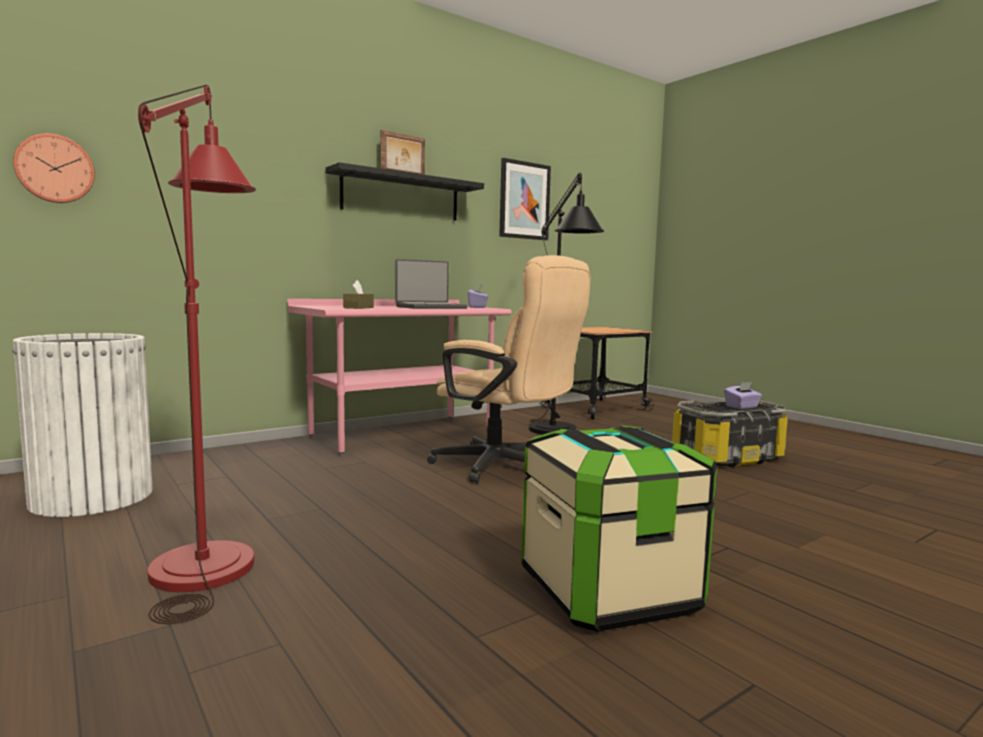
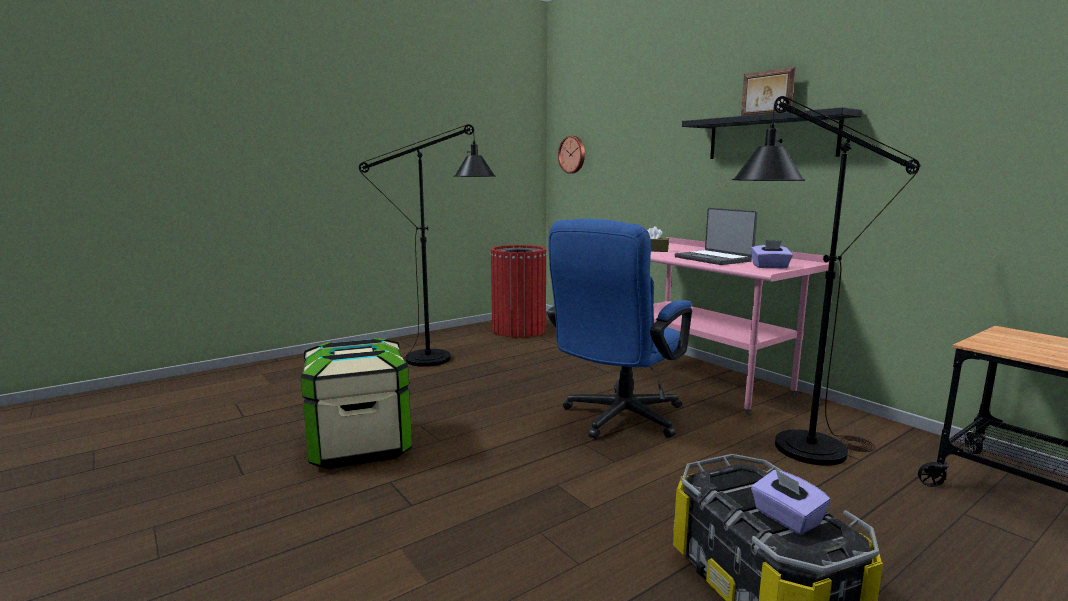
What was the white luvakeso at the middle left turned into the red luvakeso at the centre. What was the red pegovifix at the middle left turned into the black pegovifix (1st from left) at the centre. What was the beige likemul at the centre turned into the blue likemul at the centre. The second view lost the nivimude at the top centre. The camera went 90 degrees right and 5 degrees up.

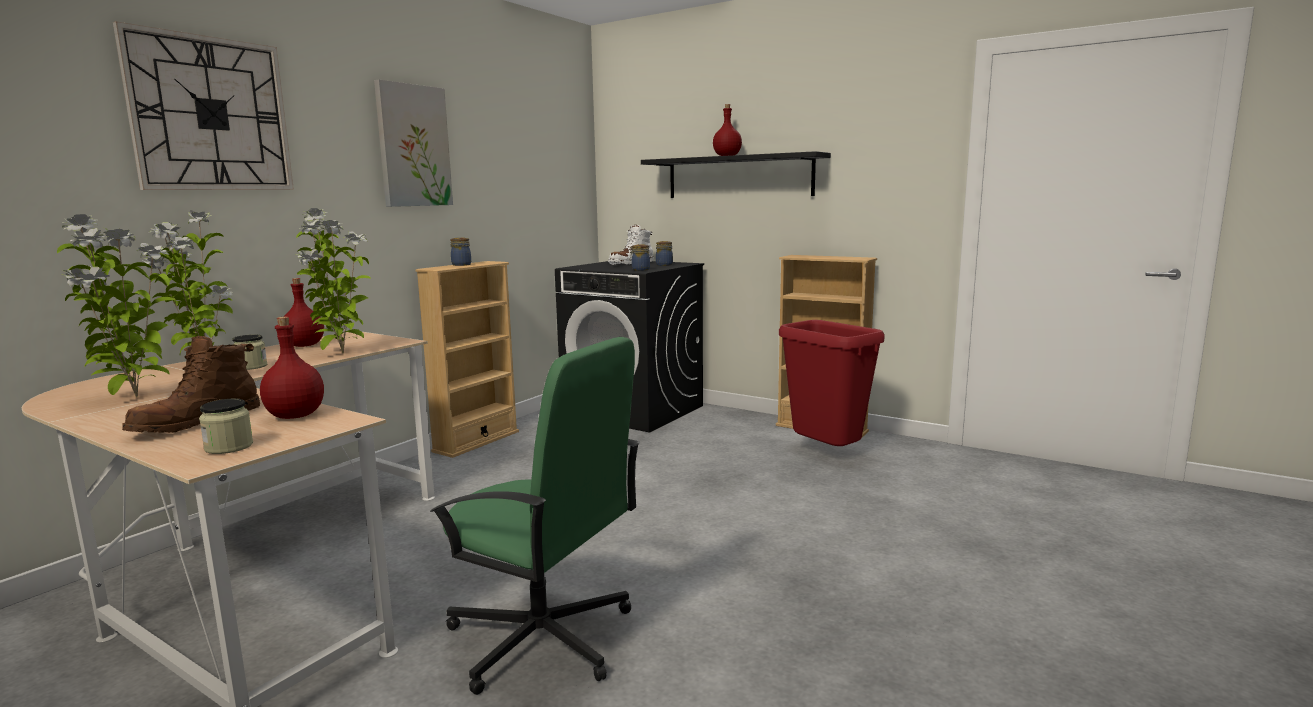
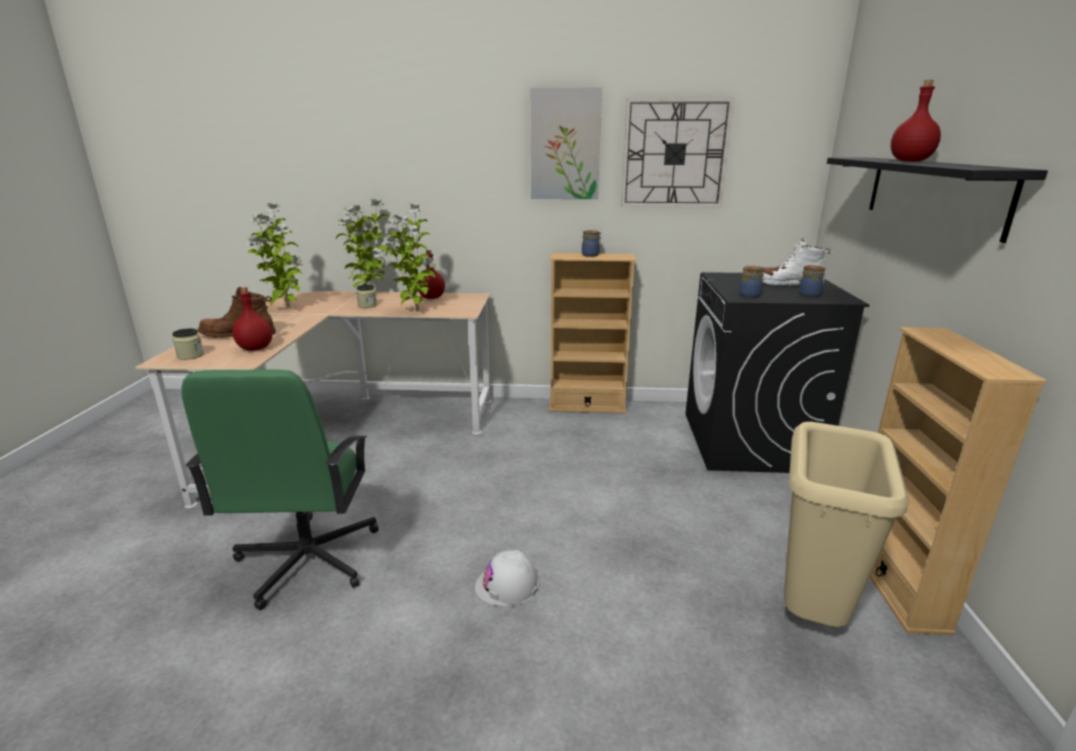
The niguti ended up elsewhere, having gone from the top left to the top centre. What was the red luvakeso at the centre turned into the beige luvakeso at the bottom right. The second view gained the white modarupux at the bottom centre. The camera went 60 degrees right and 10 degrees up.

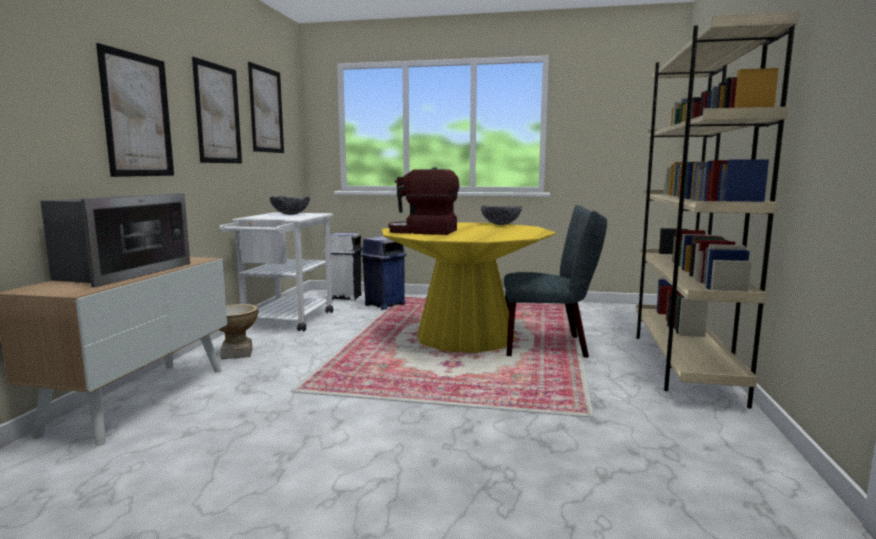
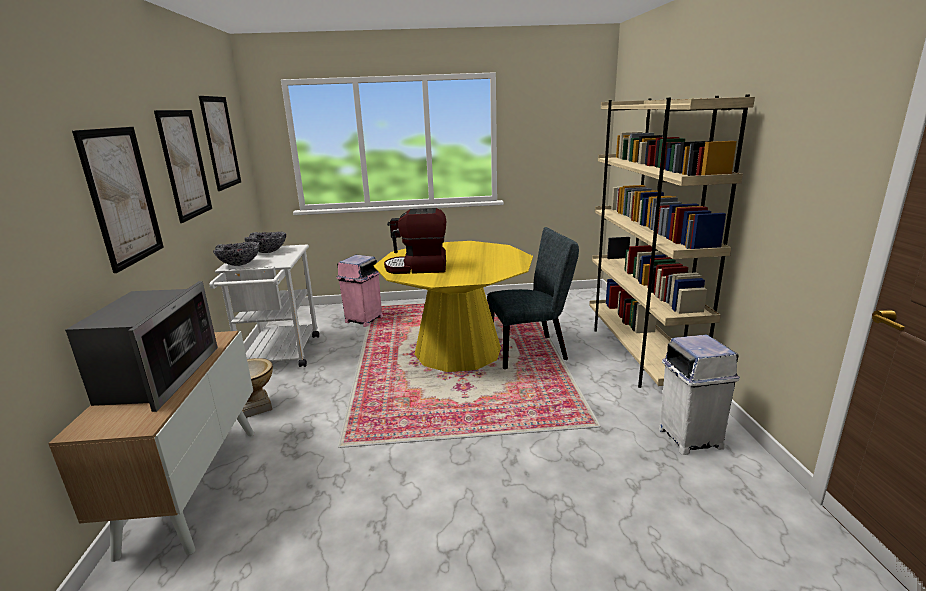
The white luvakeso ended up elsewhere, having gone from the centre to the bottom right. What was the blue luvakeso at the centre turned into the pink luvakeso at the centre. The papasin (2nd from left in the first image) ended up elsewhere, having gone from the centre to the middle left. The camera went 15 degrees left and 10 degrees up.

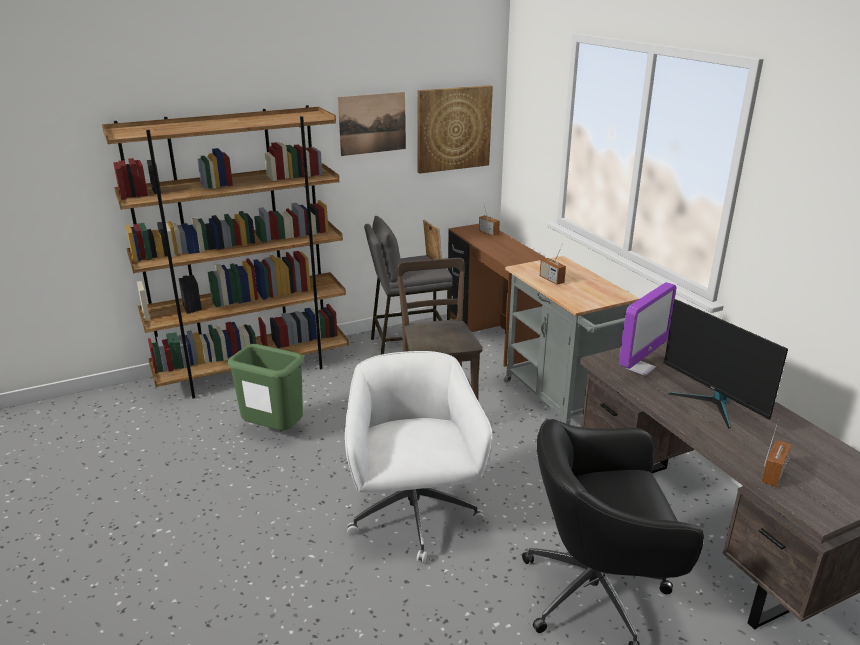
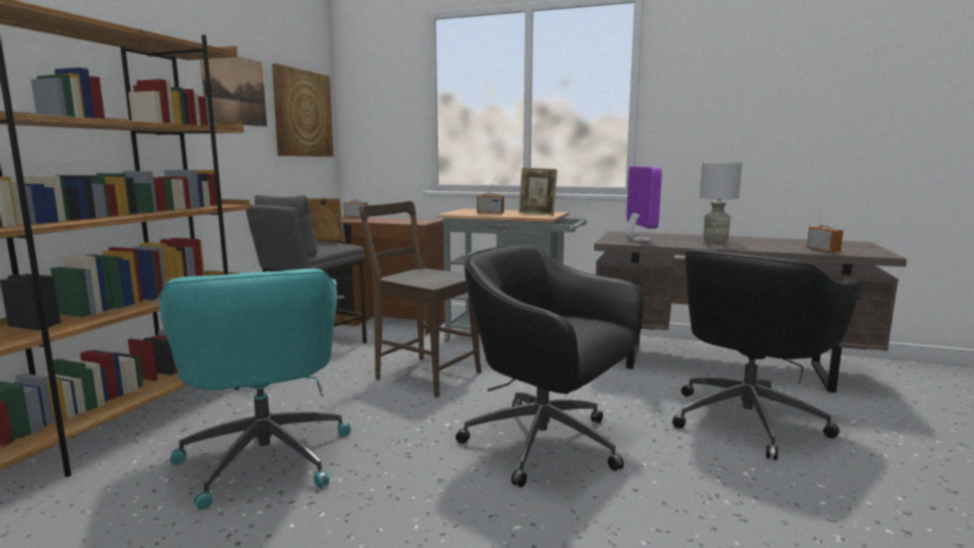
Where the green luvakeso stood at the middle left, the turquoise likemul came to stand at the bottom left. What was the white likemul at the bottom centre turned into the black likemul (1st from left) at the bottom centre. Where the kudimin (2nd from left) stood at the middle right, the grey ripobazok came to stand at the middle right. The second view gained the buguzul (2nd from left) at the centre. The camera went 45 degrees left and 15 degrees down.

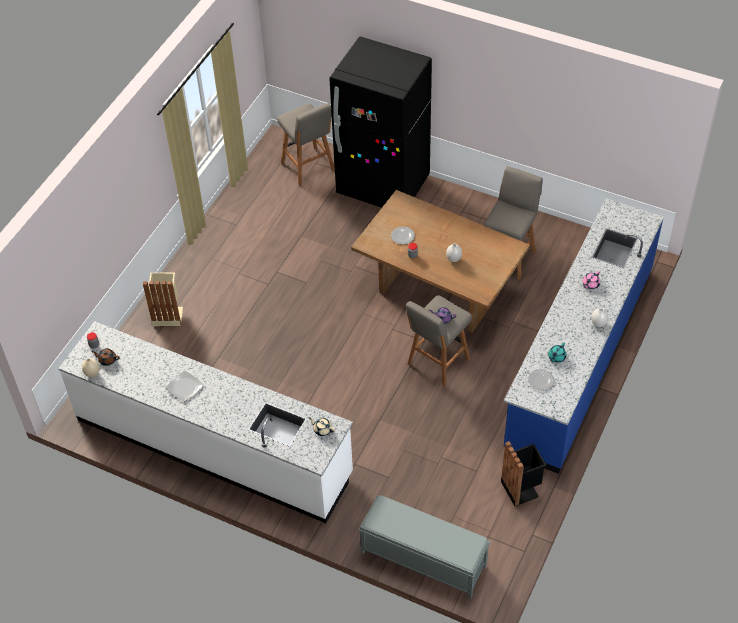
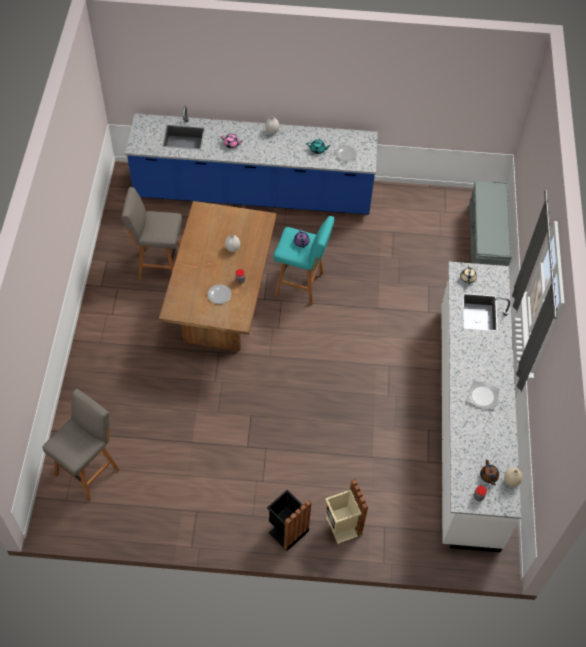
The second view lost the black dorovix at the top centre. What was the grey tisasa (2nd from left) at the centre turned into the turquoise tisasa at the centre. The black luvakeso ended up elsewhere, having gone from the bottom right to the bottom centre. The camera went 115 degrees left and 5 degrees up.

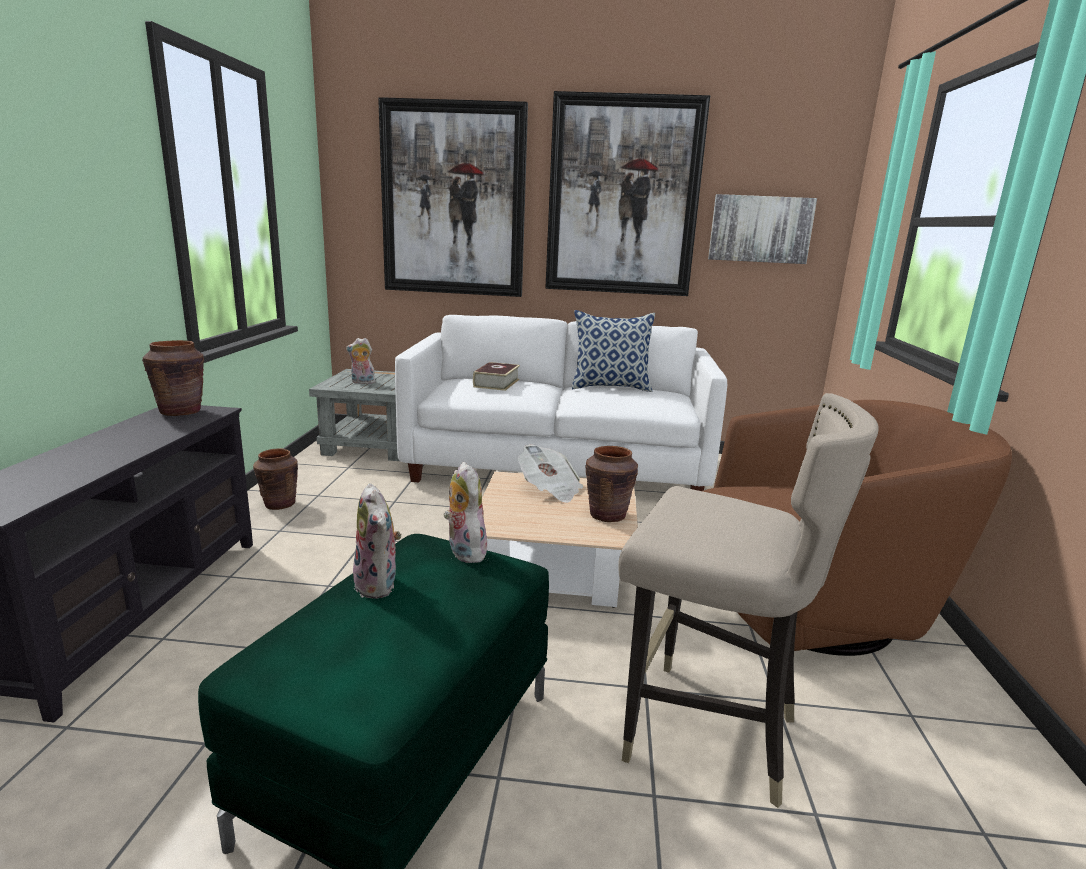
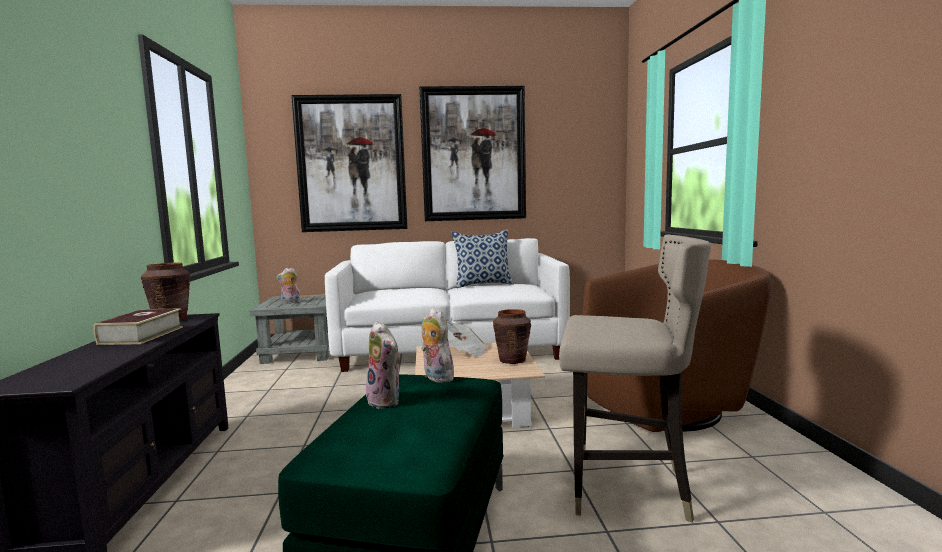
The second view lost the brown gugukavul (2nd from left) at the middle left. The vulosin ended up elsewhere, having gone from the centre to the middle left. The second view lost the nivimude (3rd from left) at the top right. The camera went 10 degrees left and 10 degrees down.

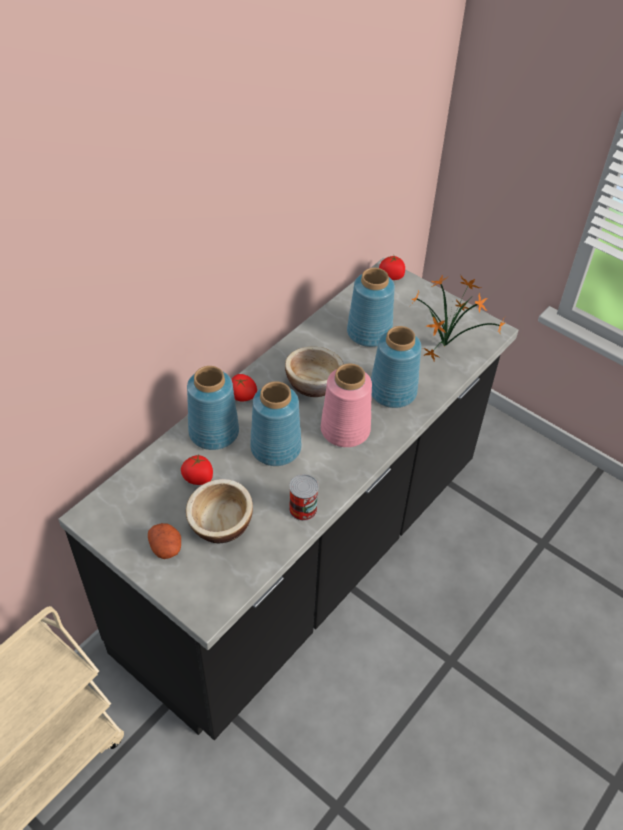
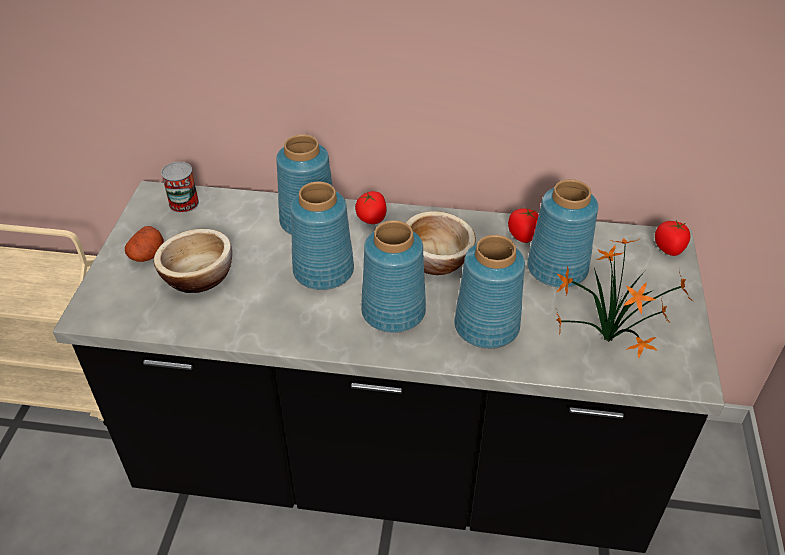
The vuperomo (1st from left in the first image) ended up elsewhere, having gone from the middle left to the centre. The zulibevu ended up elsewhere, having gone from the centre to the middle left. What was the pink gugukavul at the centre turned into the blue gugukavul (3rd from left) at the centre. The camera went 60 degrees right and 5 degrees down.

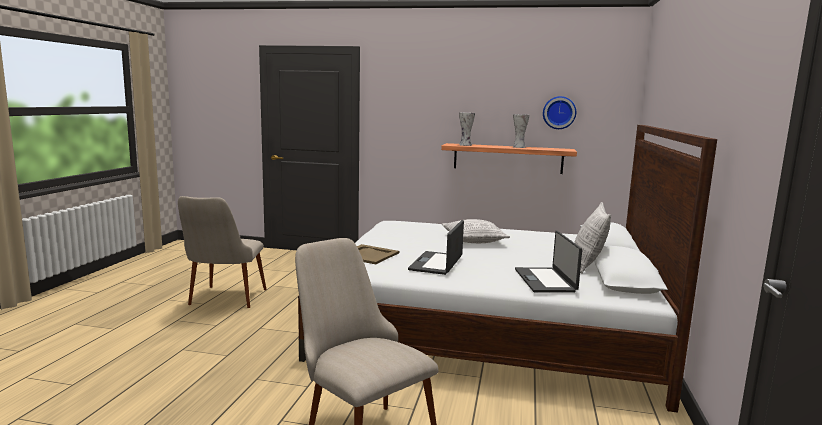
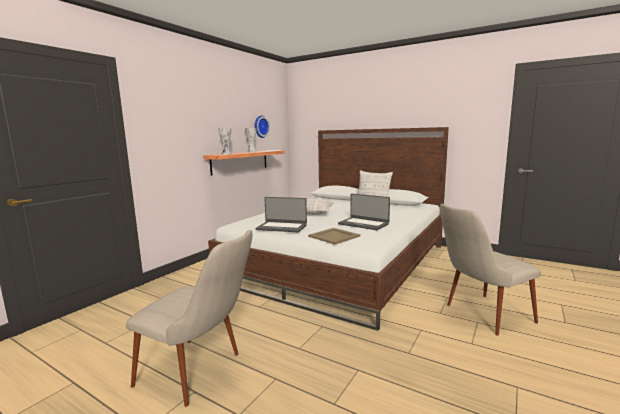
The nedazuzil (2nd from left in the first image) ended up elsewhere, having gone from the middle right to the centre. The camera went 70 degrees left and 0 degrees up.

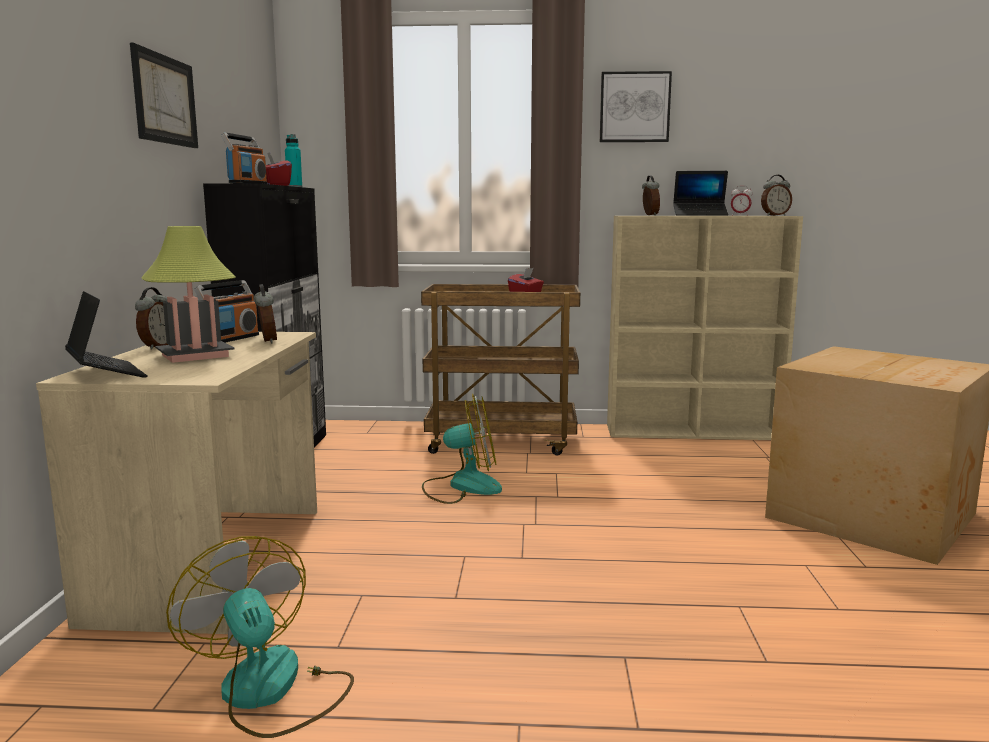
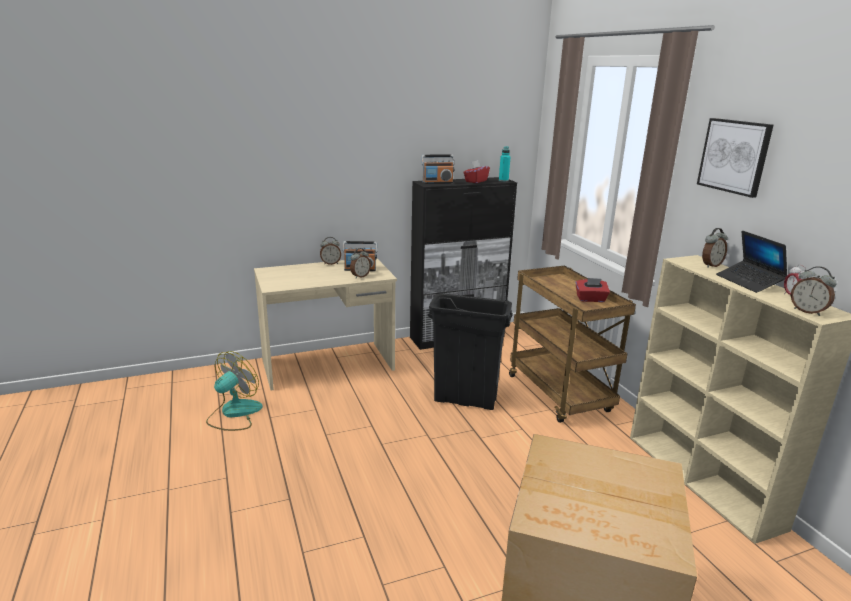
The second view lost the nedazuzil (1st from left) at the middle left. The second view lost the nivimude (1st from left) at the top left. The second view lost the ripobazok at the middle left. Where the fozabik (2nd from left) stood at the centre, the black luvakeso came to stand at the centre. The camera went 65 degrees right and 10 degrees up.

